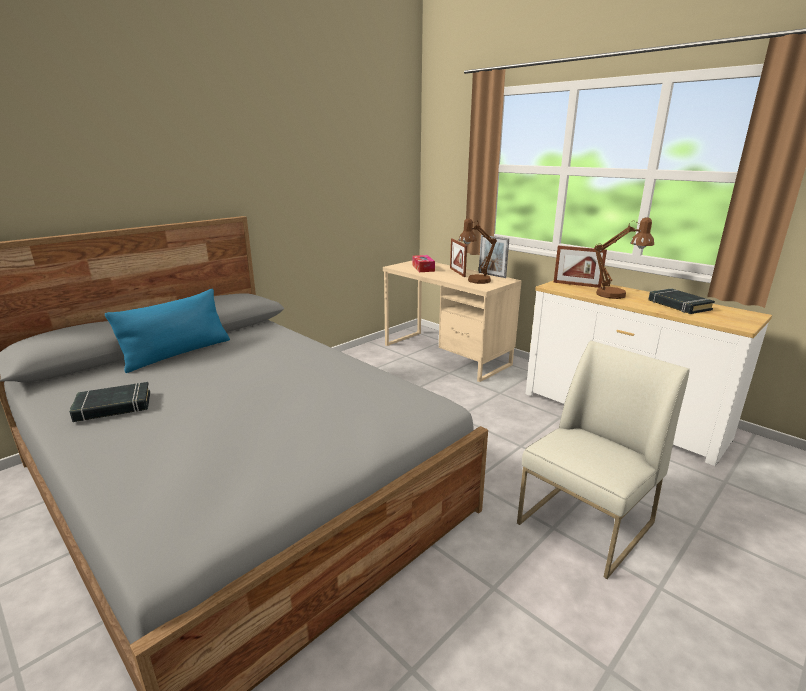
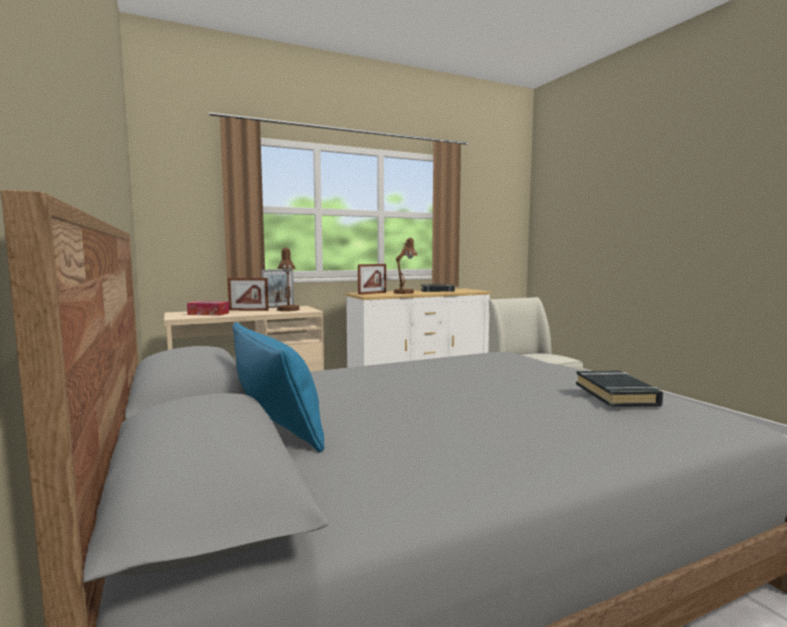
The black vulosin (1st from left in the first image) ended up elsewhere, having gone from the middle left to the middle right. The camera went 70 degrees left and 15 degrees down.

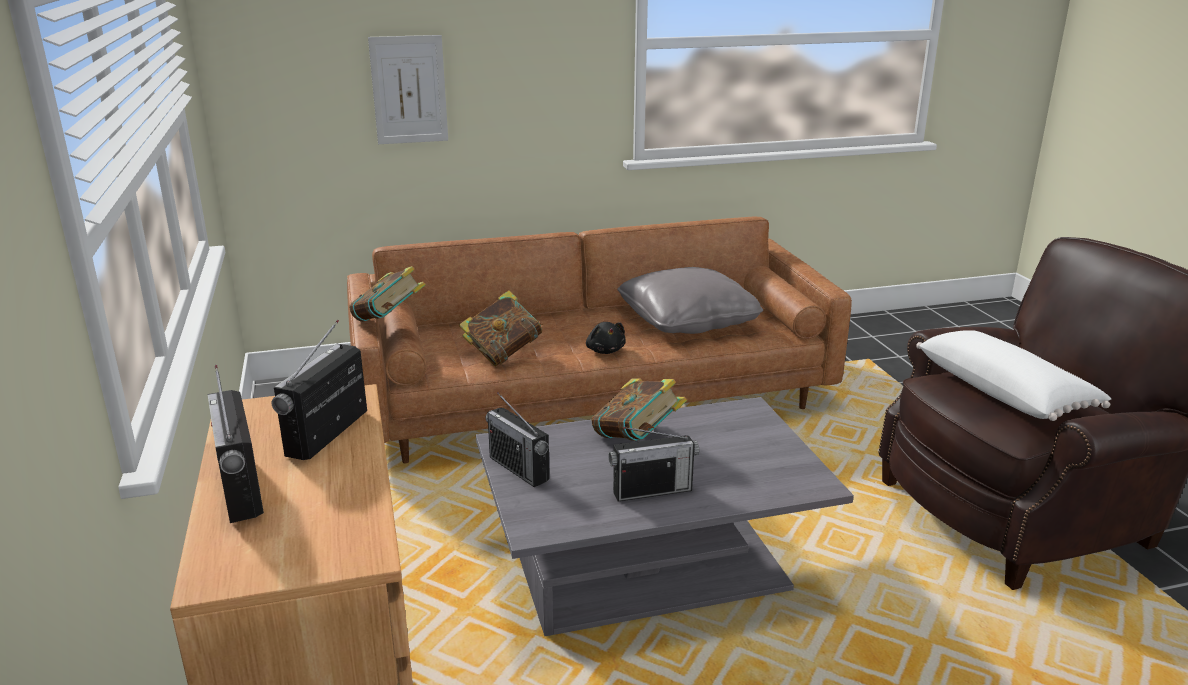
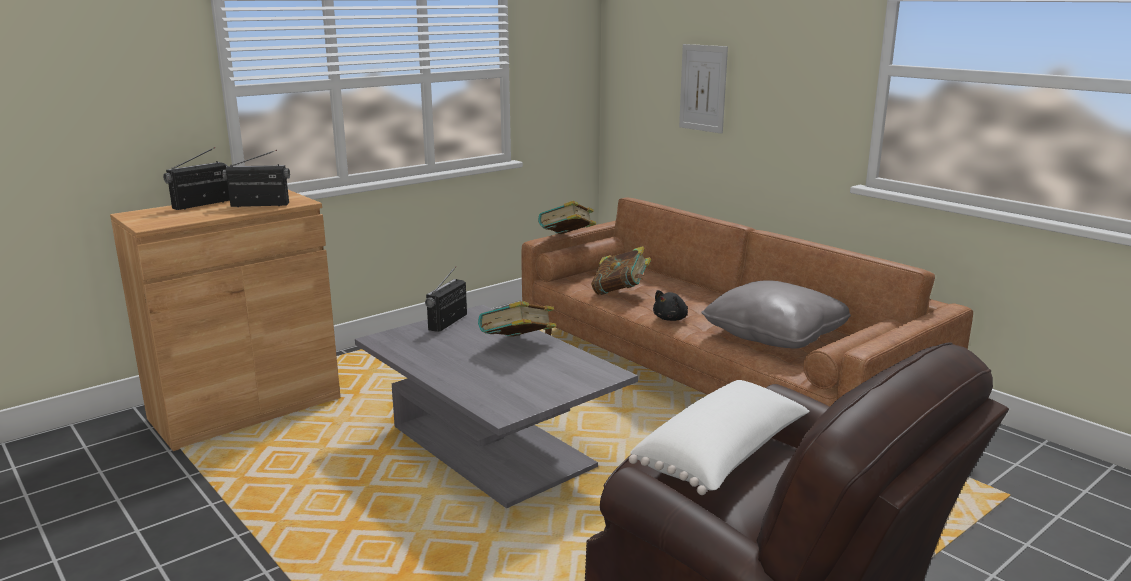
The second view lost the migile (4th from left) at the bottom centre. The camera went 65 degrees right and 5 degrees down.

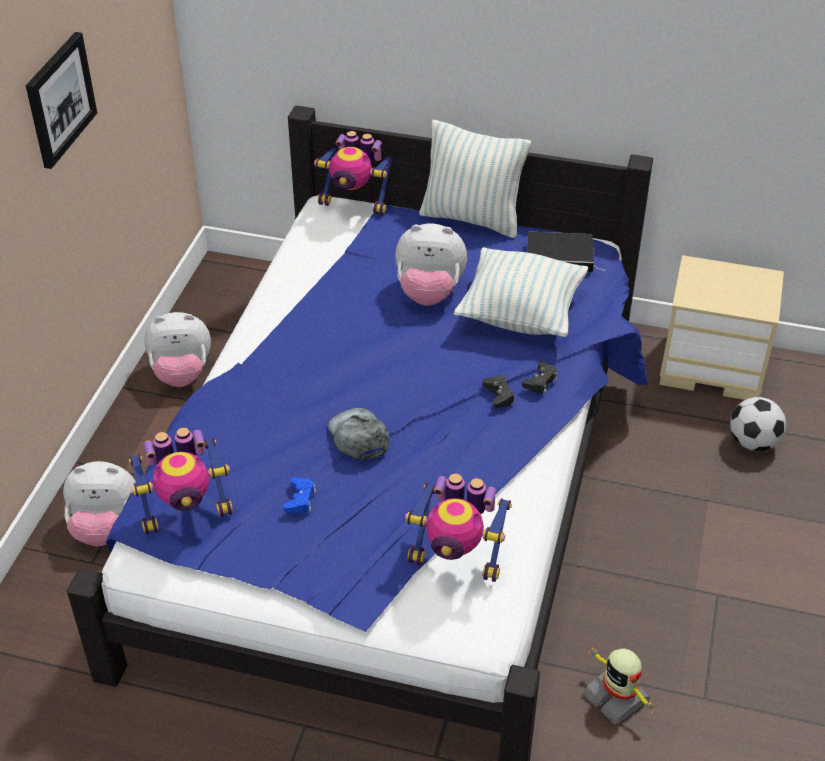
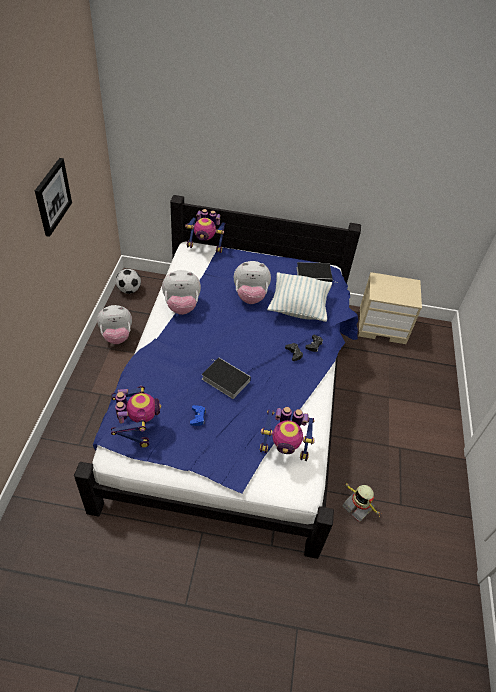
The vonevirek (1st from left in the first image) ended up elsewhere, having gone from the middle left to the centre. The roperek (1st from left) at the middle left ended up facing another way, 75 degrees counterclockwise from before. Where the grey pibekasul stood at the centre, the vulosin (1st from left) came to stand at the centre. The second view lost the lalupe (1st from left) at the top centre. The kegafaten ended up elsewhere, having gone from the middle right to the middle left. The camera went 10 degrees left and 5 degrees up.

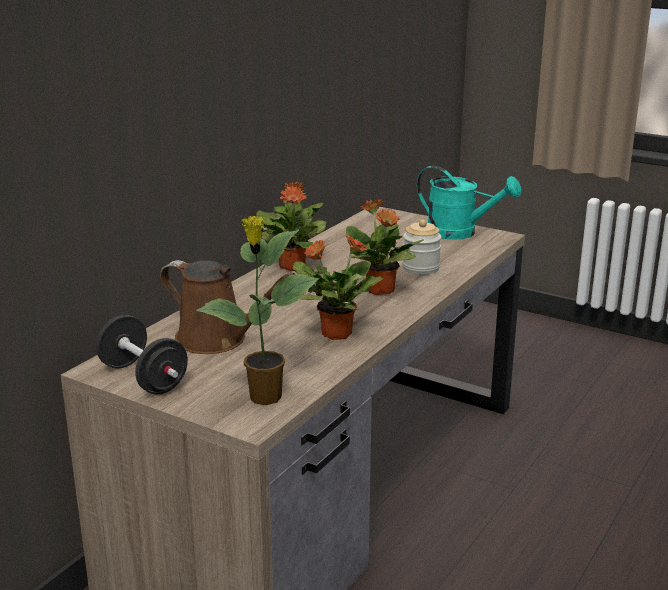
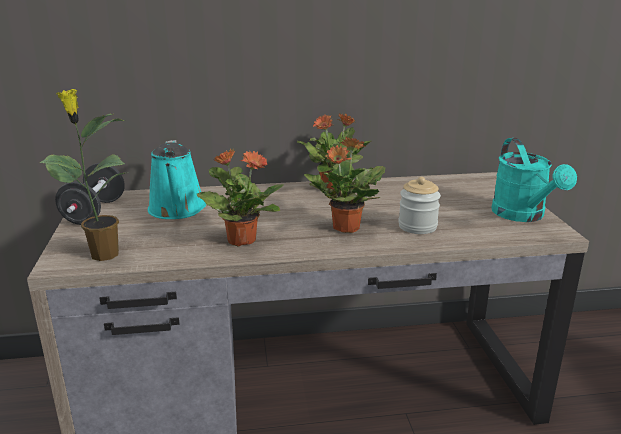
What was the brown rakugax at the centre turned into the turquoise rakugax (1st from left) at the middle left. The camera went 50 degrees right and 0 degrees up.

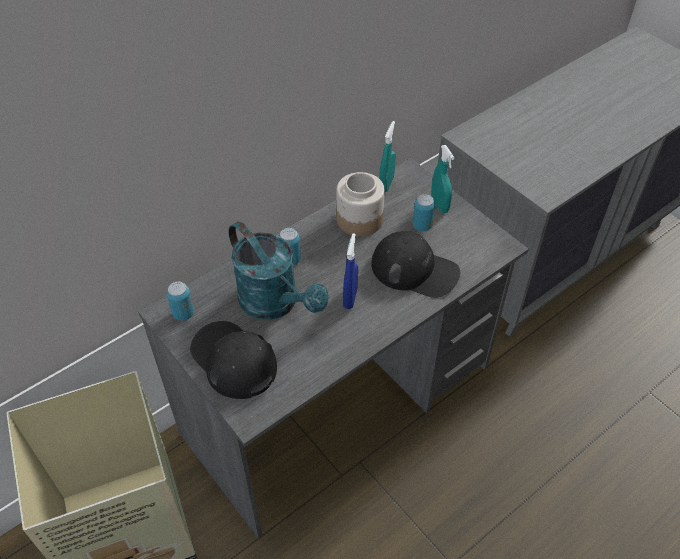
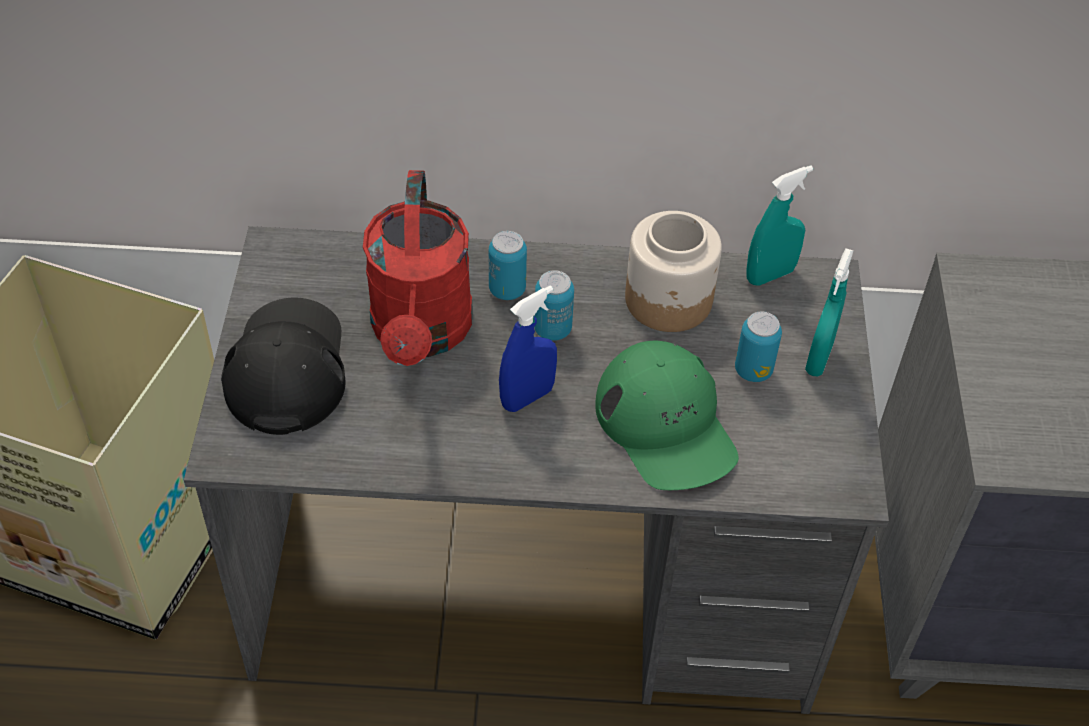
The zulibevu (1st from left in the first image) ended up elsewhere, having gone from the middle left to the centre. What was the turquoise rakugax at the centre turned into the red rakugax at the centre. What was the black pibekasul (2nd from left) at the centre turned into the green pibekasul at the centre. The camera went 40 degrees right and 0 degrees up.

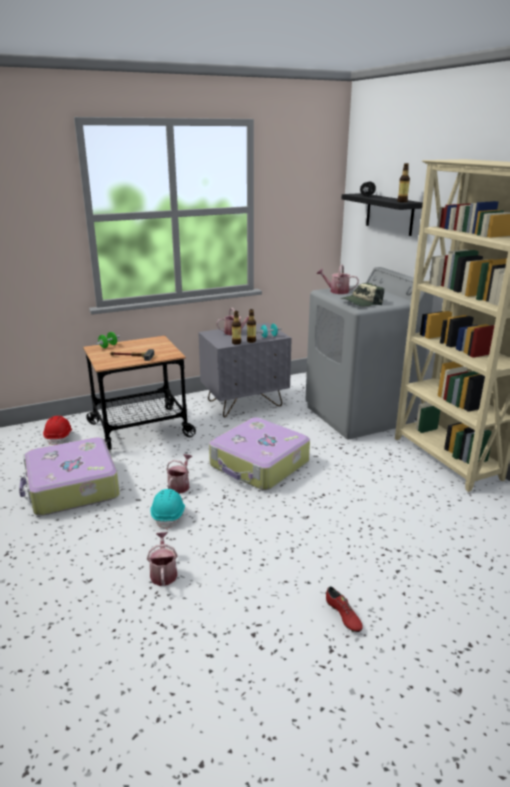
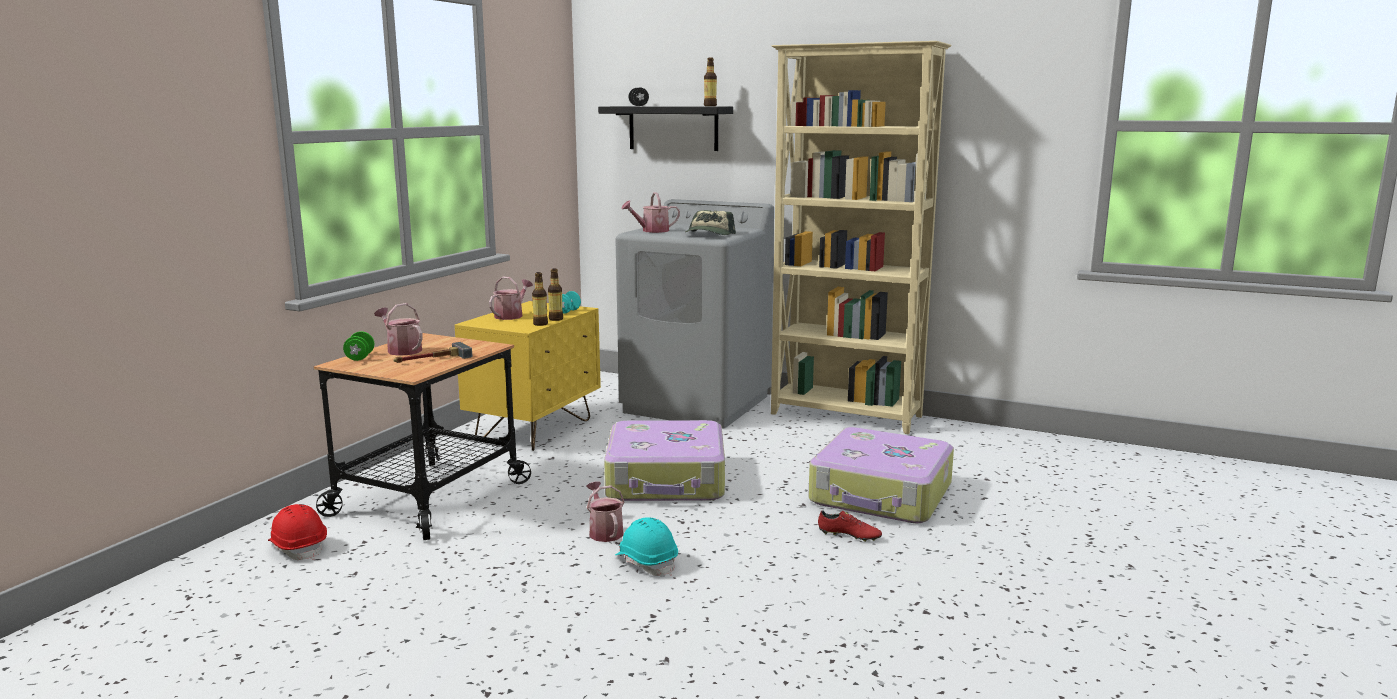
The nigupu (1st from left in the first image) ended up elsewhere, having gone from the middle left to the bottom centre. The rakugax (1st from left) ended up elsewhere, having gone from the bottom left to the middle left. What was the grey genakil at the centre turned into the yellow genakil at the centre. The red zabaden ended up elsewhere, having gone from the bottom right to the bottom centre. The camera went 40 degrees left and 10 degrees down.

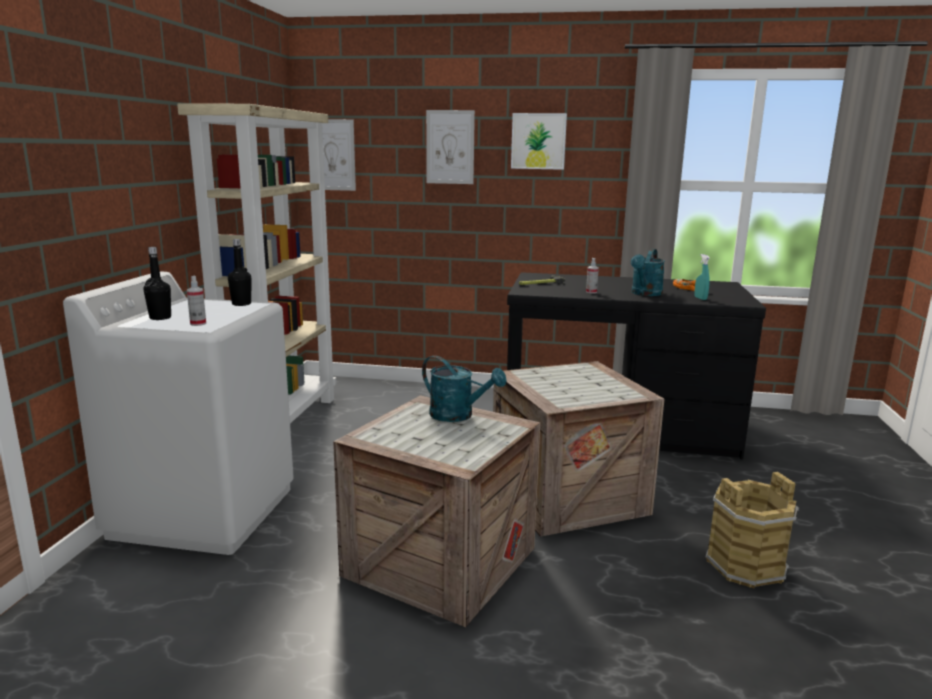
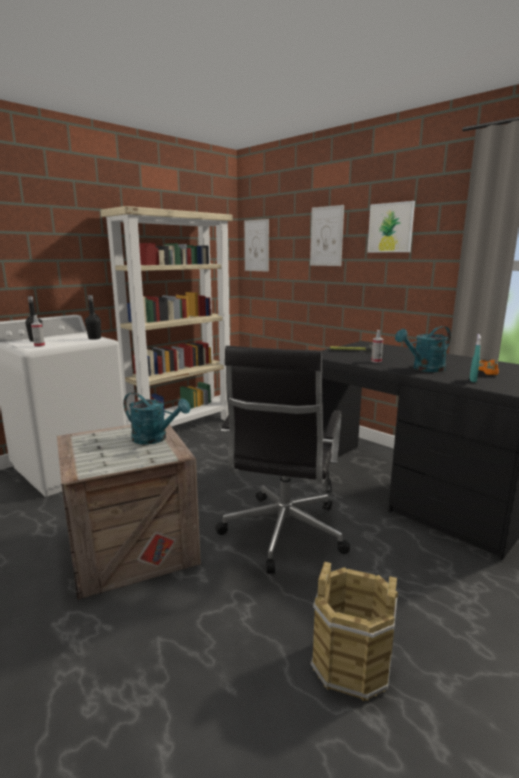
The turquoise rakugax (1st from left) at the centre ended up facing another way, 45 degrees counterclockwise from before. Where the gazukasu (2nd from left) stood at the centre, the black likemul came to stand at the centre. The camera went 35 degrees right and 0 degrees up.

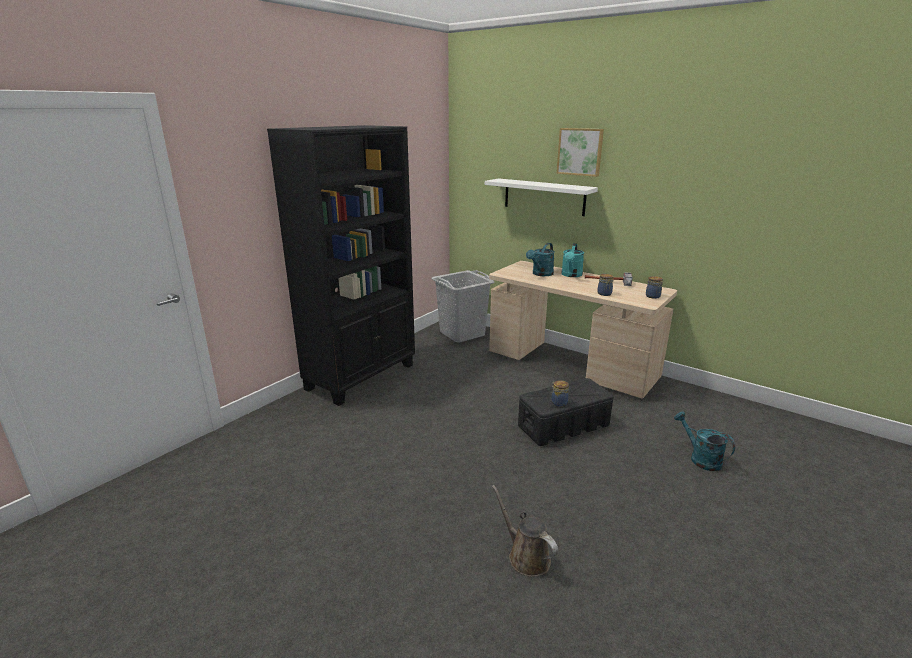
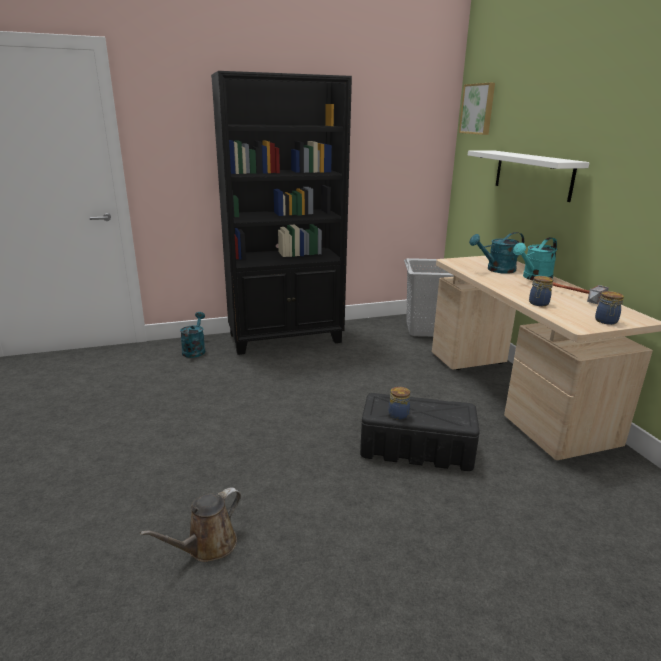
The brown rakugax at the bottom centre ended up facing another way, 135 degrees counterclockwise from before. The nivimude ended up elsewhere, having gone from the top centre to the top right. The turquoise rakugax (3rd from left in the first image) ended up elsewhere, having gone from the bottom right to the middle left. The camera went 35 degrees right and 0 degrees up.

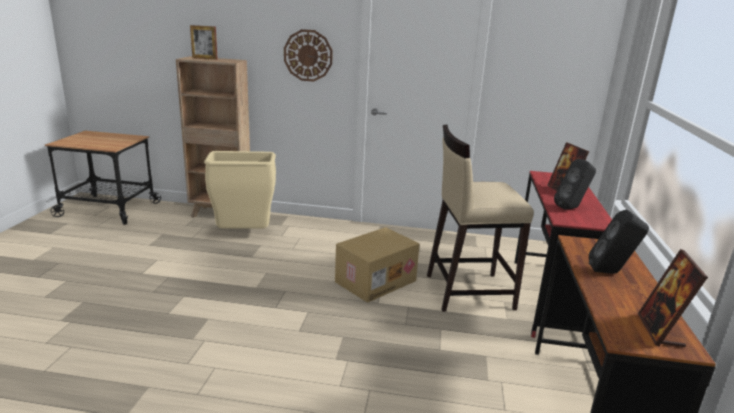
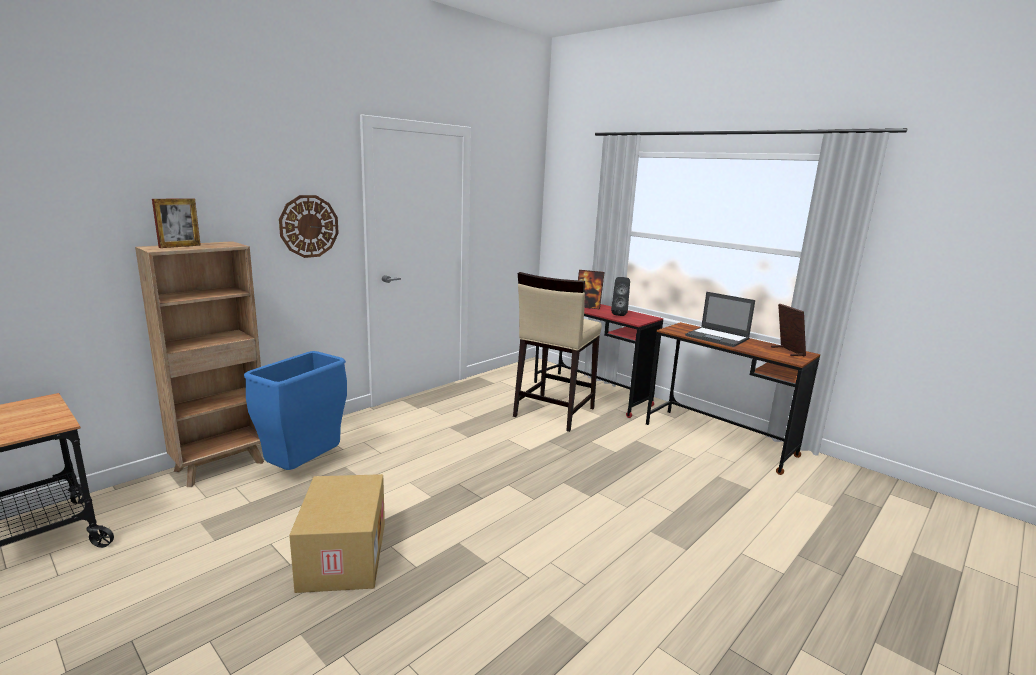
What was the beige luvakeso at the middle left turned into the blue luvakeso at the middle left. The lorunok ended up elsewhere, having gone from the centre to the bottom left. Where the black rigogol (2nd from left) stood at the middle right, the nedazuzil came to stand at the middle right. The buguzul (3rd from left) at the bottom right ended up facing another way, 150 degrees counterclockwise from before. The camera went 55 degrees left and 5 degrees down.

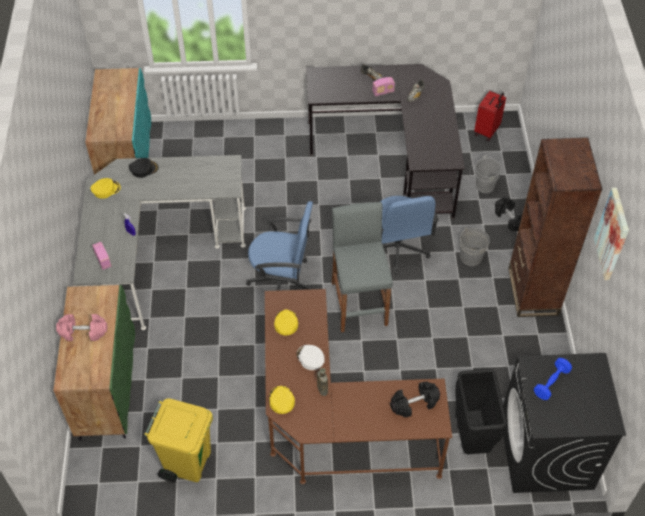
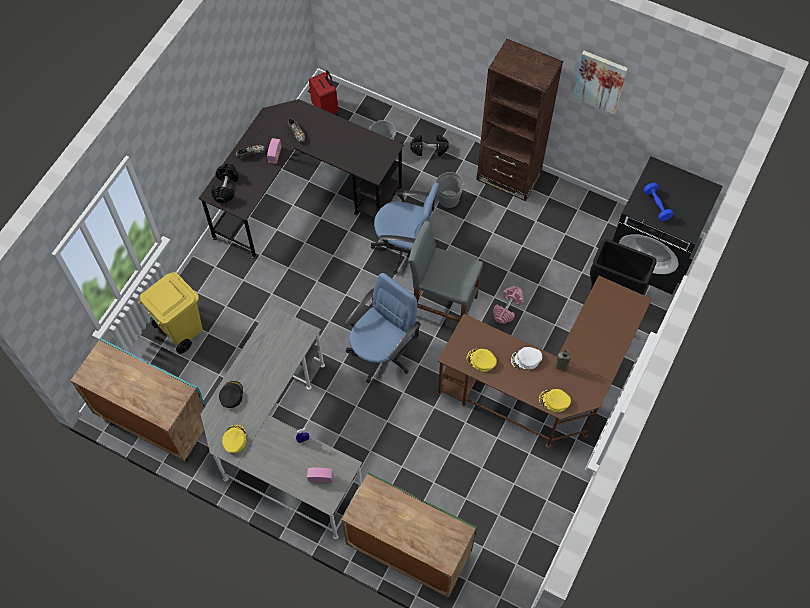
The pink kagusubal ended up elsewhere, having gone from the middle left to the centre. The yellow luvakeso ended up elsewhere, having gone from the bottom left to the middle left. The black kagusubal (1st from left) ended up elsewhere, having gone from the bottom centre to the top left. The camera went 60 degrees left and 10 degrees up.

